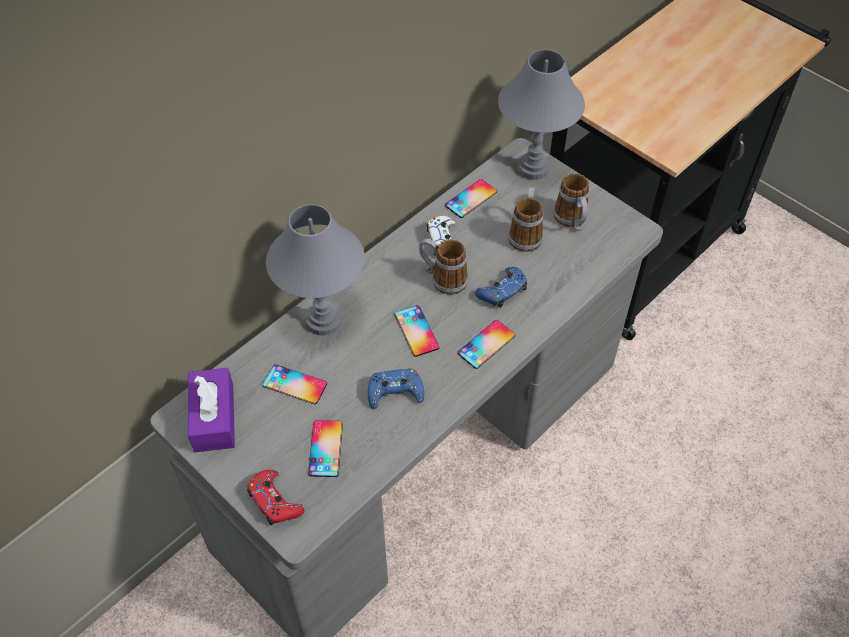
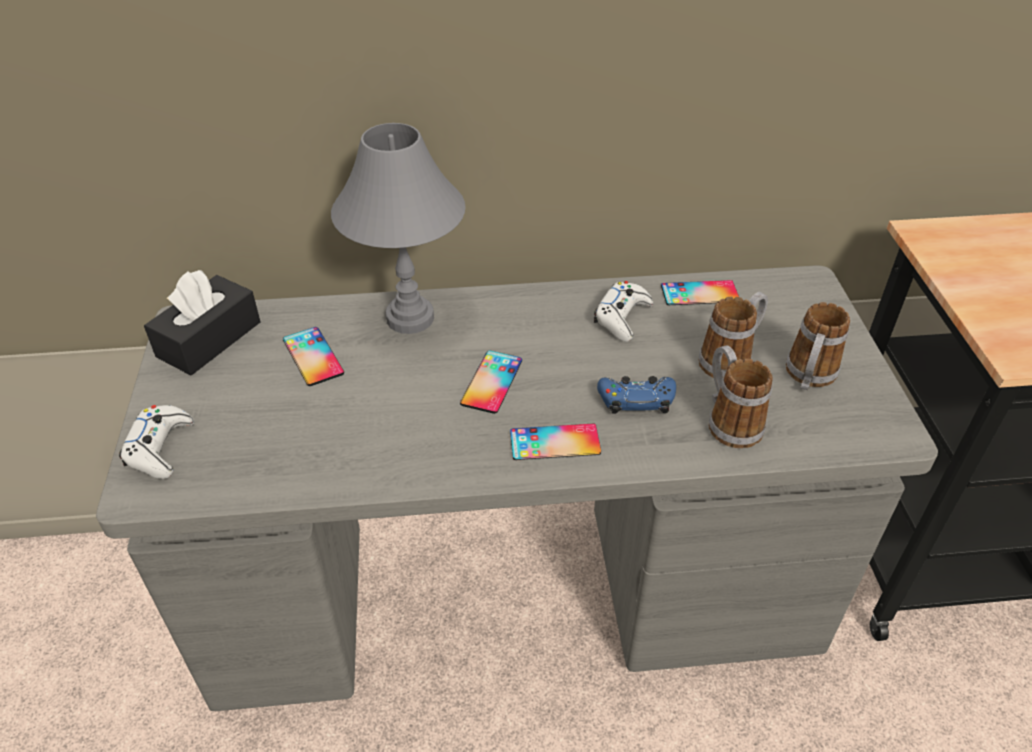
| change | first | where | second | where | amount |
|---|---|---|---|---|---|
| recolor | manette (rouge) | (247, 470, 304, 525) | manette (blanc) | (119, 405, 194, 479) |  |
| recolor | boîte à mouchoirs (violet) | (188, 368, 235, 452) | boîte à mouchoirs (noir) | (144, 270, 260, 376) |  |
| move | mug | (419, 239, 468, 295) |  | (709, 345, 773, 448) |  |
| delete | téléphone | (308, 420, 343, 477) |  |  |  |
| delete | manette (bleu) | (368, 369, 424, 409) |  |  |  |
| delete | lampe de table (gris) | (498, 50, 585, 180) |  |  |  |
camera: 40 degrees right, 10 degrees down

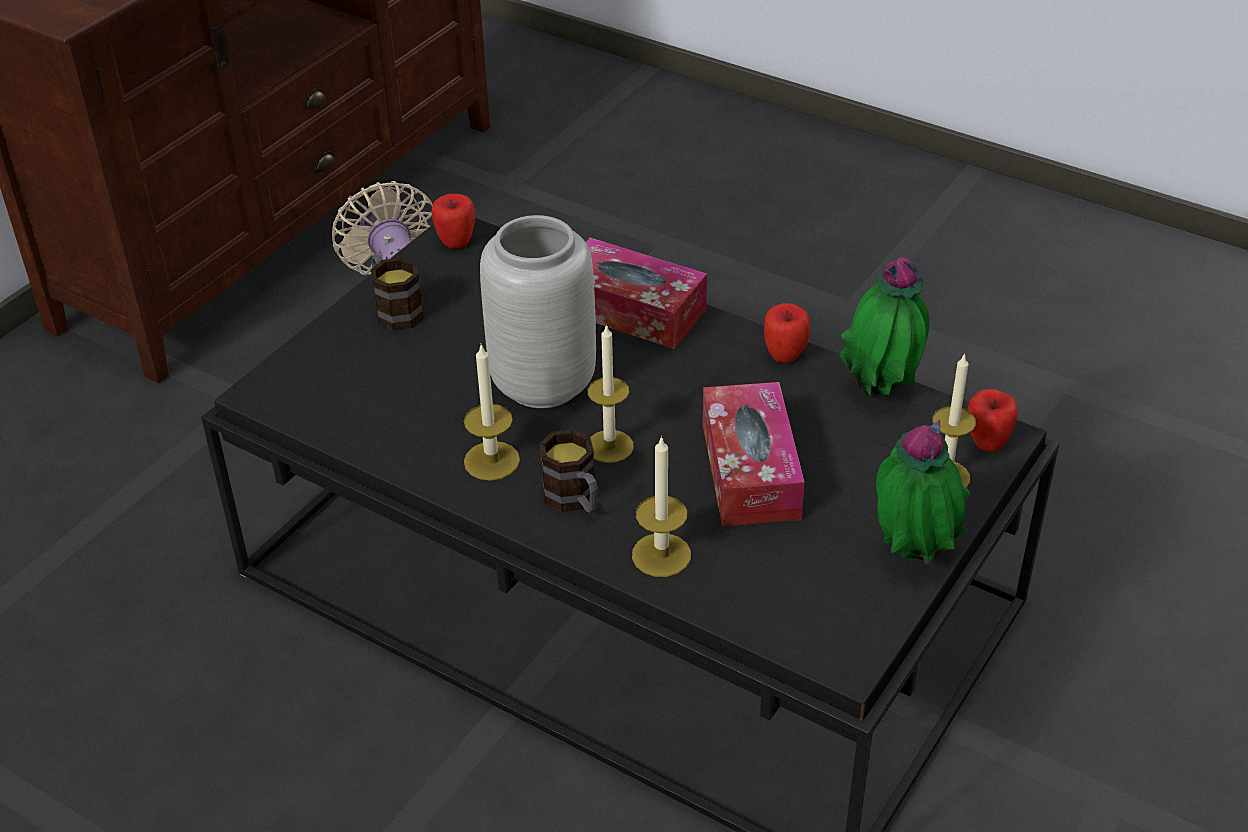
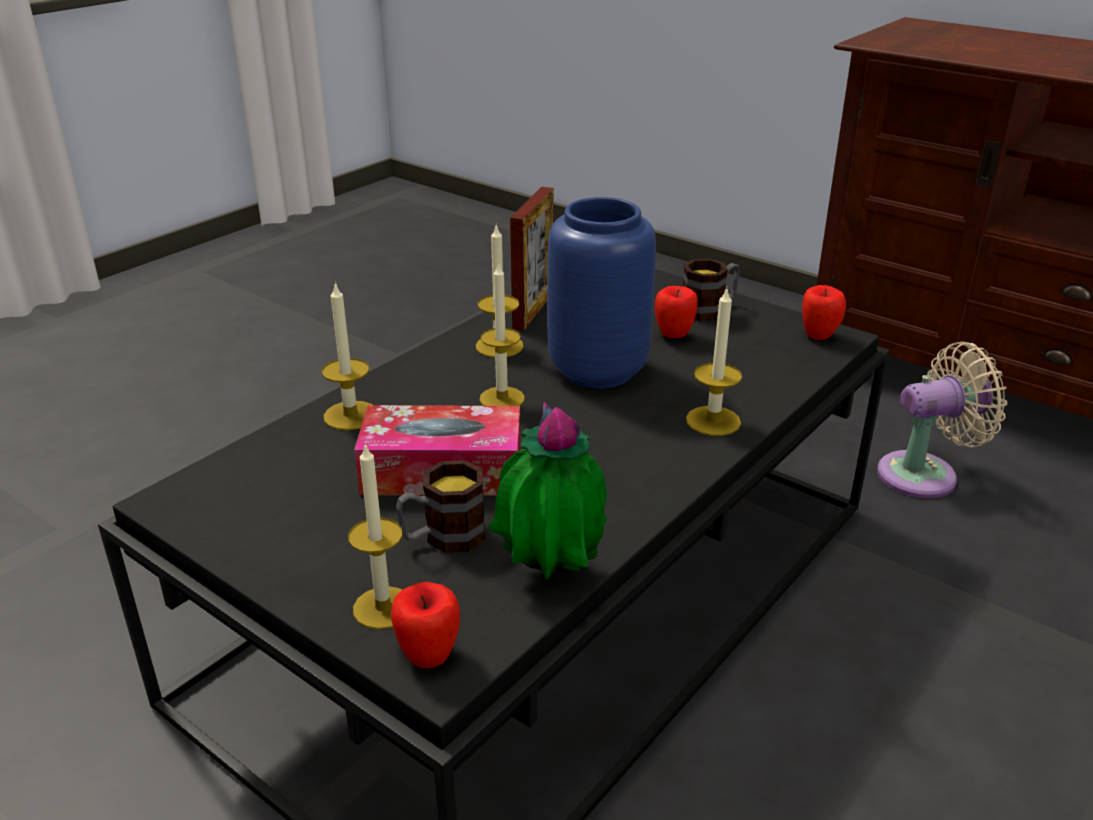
| change | first | where | second | where | amount |
|---|---|---|---|---|---|
| move | mug | (539, 429, 598, 513) |  | (396, 460, 485, 553) |  |
| insert |  |  | cadre photo | (510, 187, 553, 331) |  |
| recolor | vase (gris) | (480, 215, 596, 408) | vase (bleu) | (547, 197, 656, 388) |  |
| move | pomme | (764, 303, 810, 363) |  | (655, 286, 698, 338) |  |
| replace | boîte à mouchoirs | (586, 238, 707, 349) | bougie | (686, 287, 742, 436) |  |
| delete | plante en pot | (876, 420, 970, 564) |  |  |  |
camera: 95 degrees right, 10 degrees down

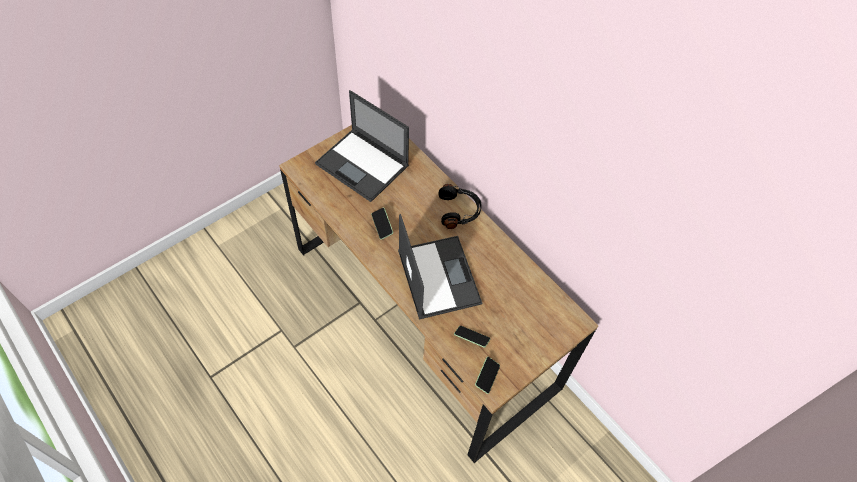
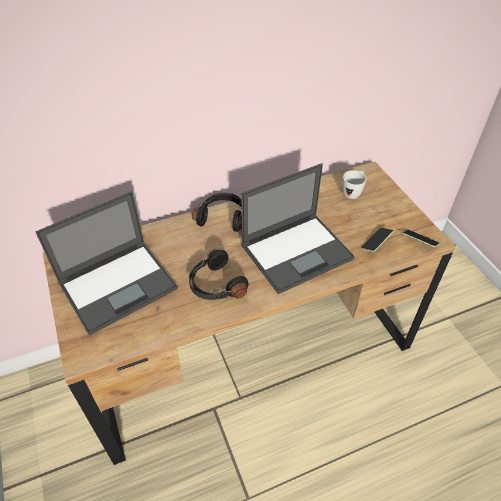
| change | first | where | second | where | amount |
|---|---|---|---|---|---|
| replace | téléphone | (371, 207, 393, 239) | casque audio (noir) | (189, 249, 248, 300) |  |
| rotate | ordinateur portable | (398, 214, 482, 320) |  | (241, 163, 355, 294) | 150 degrees clockwise |
| insert |  |  | mug (blanc) | (342, 170, 366, 199) |  |
camera: 70 degrees left, 10 degrees down

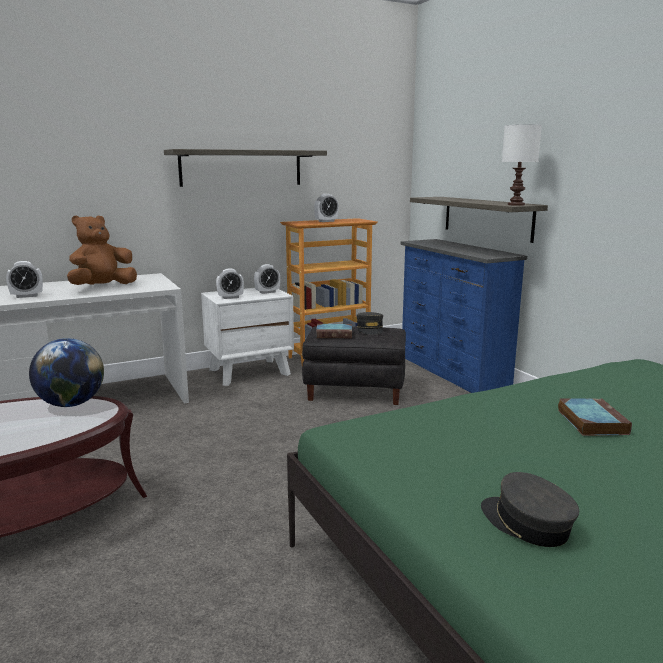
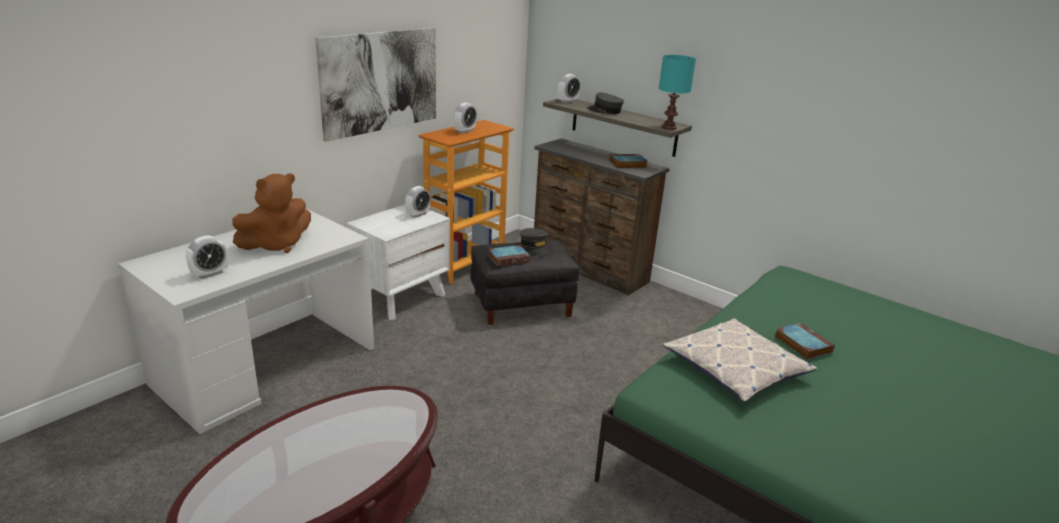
| change | first | where | second | where | amount |
|---|---|---|---|---|---|
| rotate | peluche (marron) | (67, 215, 137, 285) |  | (233, 173, 311, 253) | 150 degrees counterclockwise |
| replace | étagère | (164, 149, 327, 187) | tableau | (315, 28, 436, 142) |  |
| recolor | commode (bleu) | (401, 239, 527, 393) | commode (marron) | (534, 138, 670, 295) |  |
| move | réveil | (216, 268, 244, 299) |  | (558, 74, 580, 103) |  |
| move | casquette (gris) | (481, 472, 579, 547) |  | (586, 92, 624, 114) |  |
| insert |  |  | livre | (609, 154, 647, 168) |  |
| recolor | lampe de table (blanc) | (502, 124, 542, 206) | lampe de table (turquoise) | (659, 55, 696, 130) |  |
| insert |  |  | coussin | (663, 318, 817, 402) |  |
| delete | globe | (29, 338, 104, 407) |  |  |  |
camera: 25 degrees left, 10 degrees up

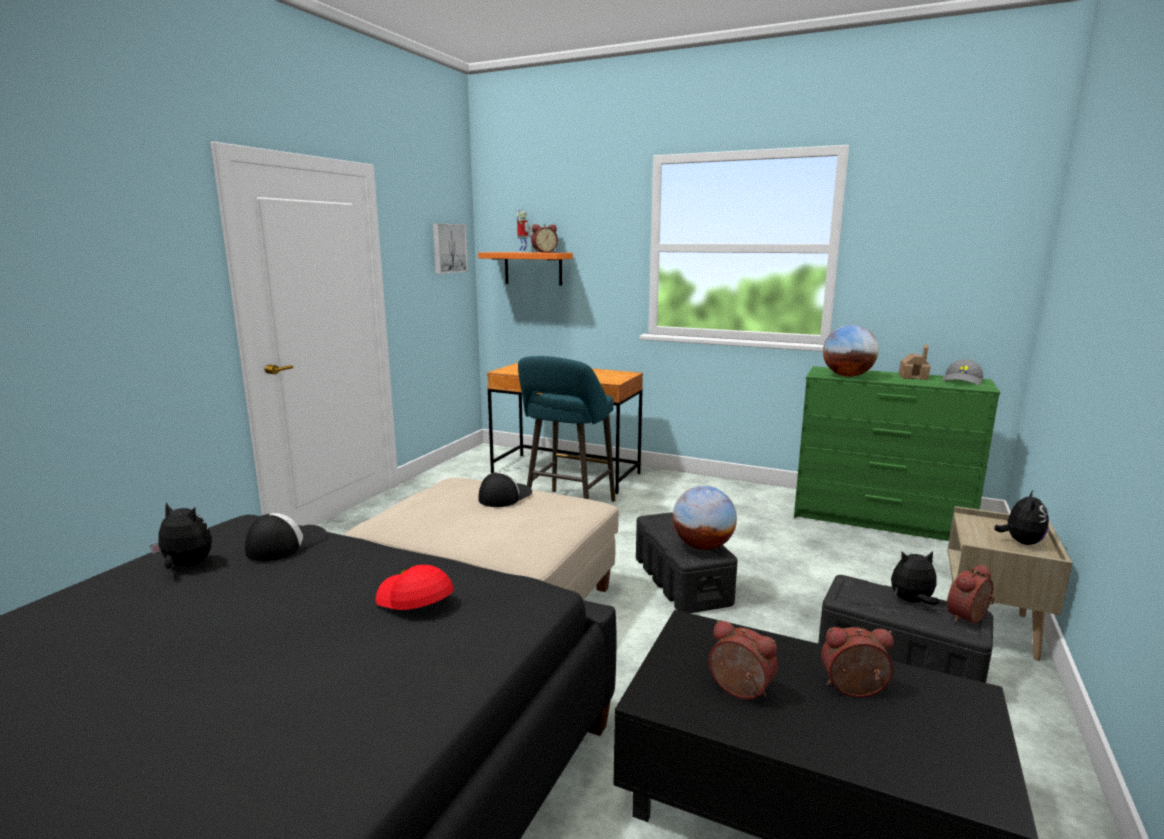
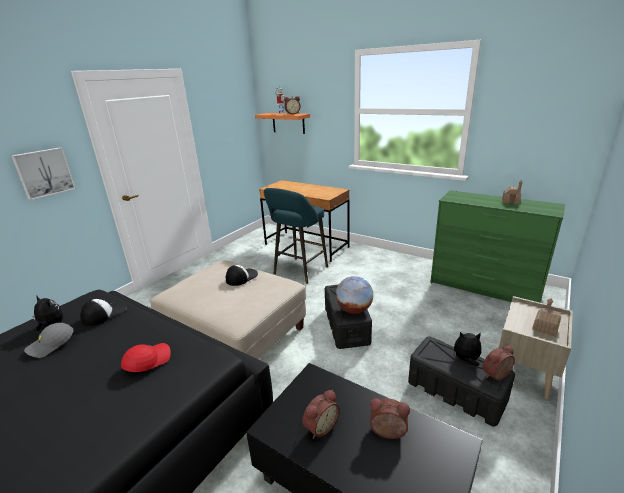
| change | first | where | second | where | amount |
|---|---|---|---|---|---|
| move | tableau | (433, 223, 468, 274) |  | (11, 147, 76, 200) |  |
| move | casquette (gris) | (942, 359, 983, 385) |  | (24, 323, 73, 358) |  |
| rotate | casquette (rouge) | (376, 565, 454, 610) |  | (121, 343, 171, 372) | 75 degrees clockwise |
| rotate | réveil | (709, 620, 778, 699) |  | (302, 390, 340, 439) | 90 degrees clockwise |
| replace | peluche | (994, 489, 1049, 545) | maison miniature | (532, 298, 561, 337) |  |
| delete | globe | (823, 325, 879, 377) |  |  |  |
camera: 10 degrees right, 10 degrees up

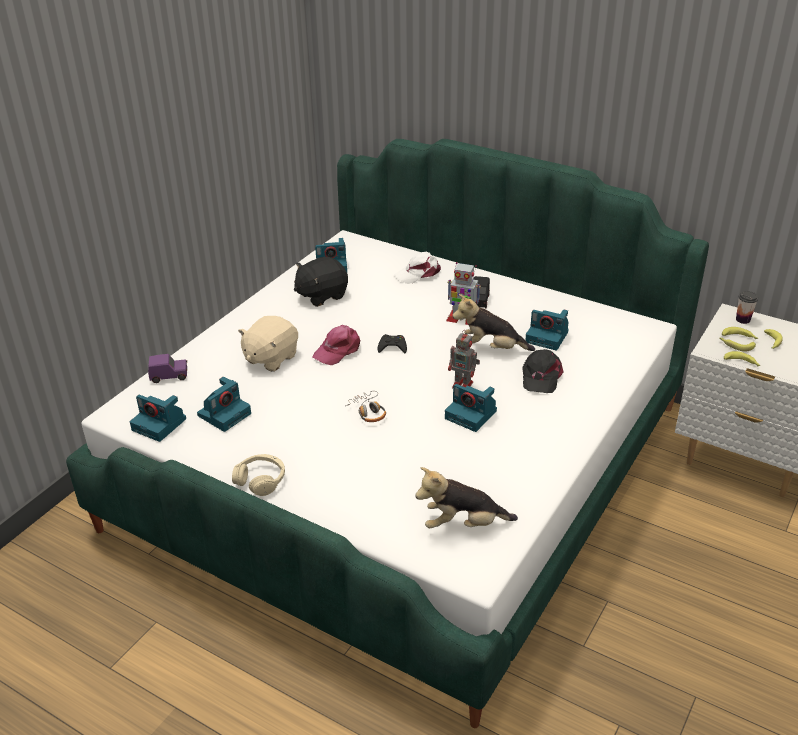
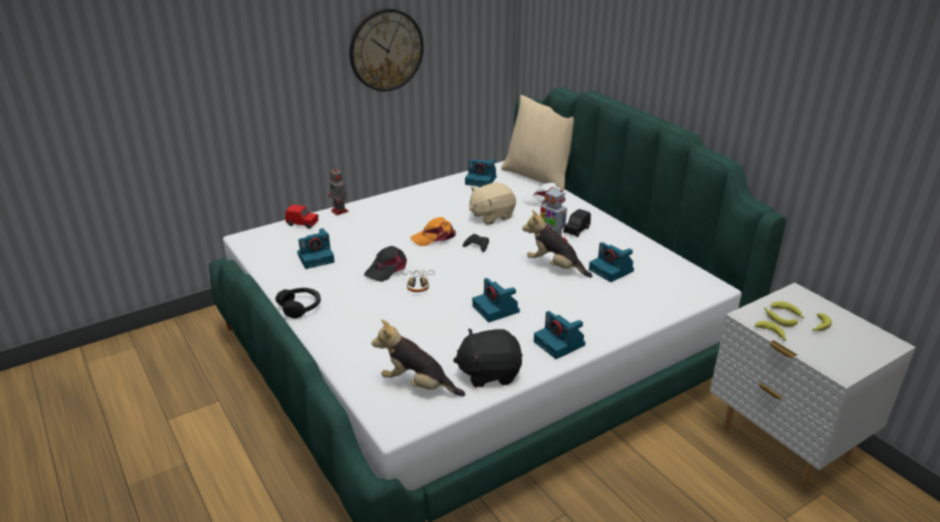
| change | first | where | second | where | amount |
|---|---|---|---|---|---|
| recolor | casque audio (beige) | (232, 454, 285, 496) | casque audio (noir) | (276, 288, 321, 318) |  |
| recolor | petite voiture (violet) | (148, 354, 187, 383) | petite voiture (rouge) | (285, 205, 319, 229) |  |
| move | robot jouet | (448, 330, 480, 388) |  | (328, 166, 348, 215) |  |
| insert |  |  | horloge murale | (349, 9, 424, 91) |  |
| move | casquette (noir) | (522, 349, 564, 393) |  | (364, 246, 407, 282) |  |
| recolor | casquette (rose) | (313, 325, 360, 365) | casquette (orange) | (410, 217, 456, 246) |  |
| move | peluche (noir) | (294, 257, 348, 307) |  | (453, 329, 523, 387) |  |
| move | peluche (beige) | (238, 316, 298, 372) |  | (469, 183, 516, 225) |  |
| insert |  |  | coussin (beige) | (501, 95, 574, 192) |  |
| move | appareil photo | (130, 395, 186, 442) |  | (534, 311, 585, 359) |  |
| delete | tasse | (736, 291, 758, 324) |  |  |  |
camera: 25 degrees right, 5 degrees down

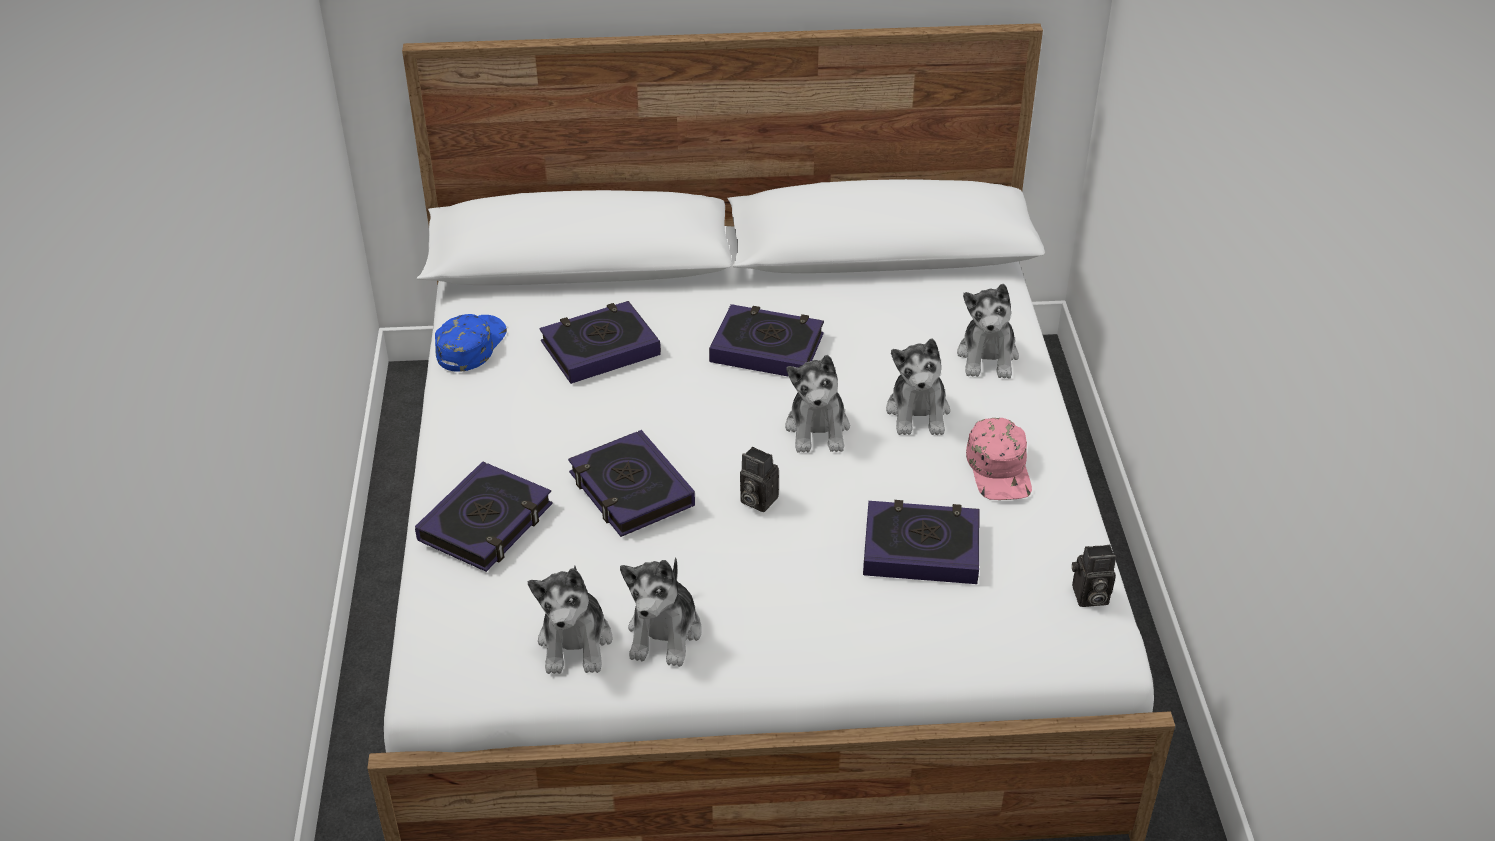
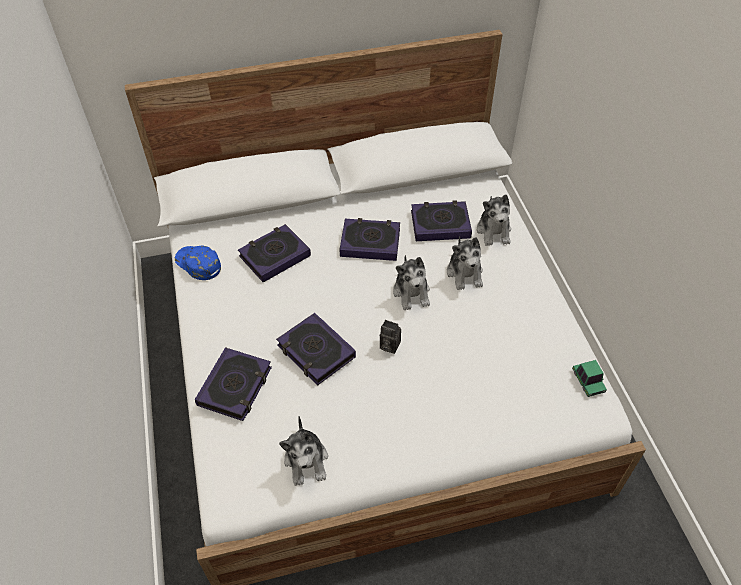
| change | first | where | second | where | amount |
|---|---|---|---|---|---|
| rotate | casquette (bleu) | (435, 314, 507, 372) |  | (175, 246, 221, 280) | 60 degrees counterclockwise |
| move | livre | (863, 500, 979, 584) |  | (411, 200, 472, 241) |  |
| replace | appareil photo | (1072, 545, 1116, 607) | petite voiture | (572, 360, 607, 397) |  |
| delete | peluche | (620, 557, 702, 667) |  |  |  |
| delete | casquette (rose) | (966, 418, 1032, 500) |  |  |  |
camera: 10 degrees left, 10 degrees up

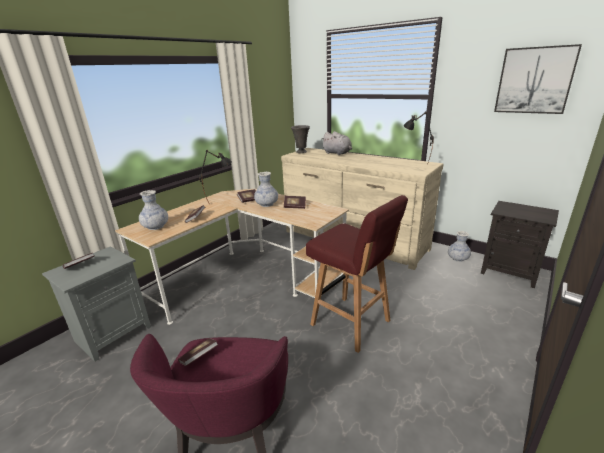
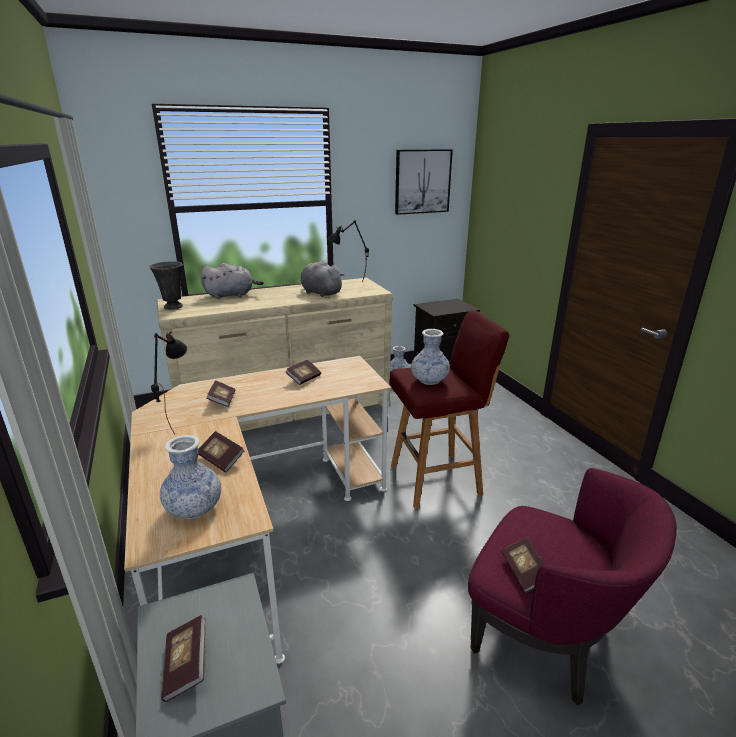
| change | first | where | second | where | amount |
|---|---|---|---|---|---|
| insert |  |  | peluche (gris) | (300, 261, 345, 297) |  |
| move | vase | (254, 172, 278, 207) |  | (411, 329, 450, 385) |  |
camera: 60 degrees left, 0 degrees up

